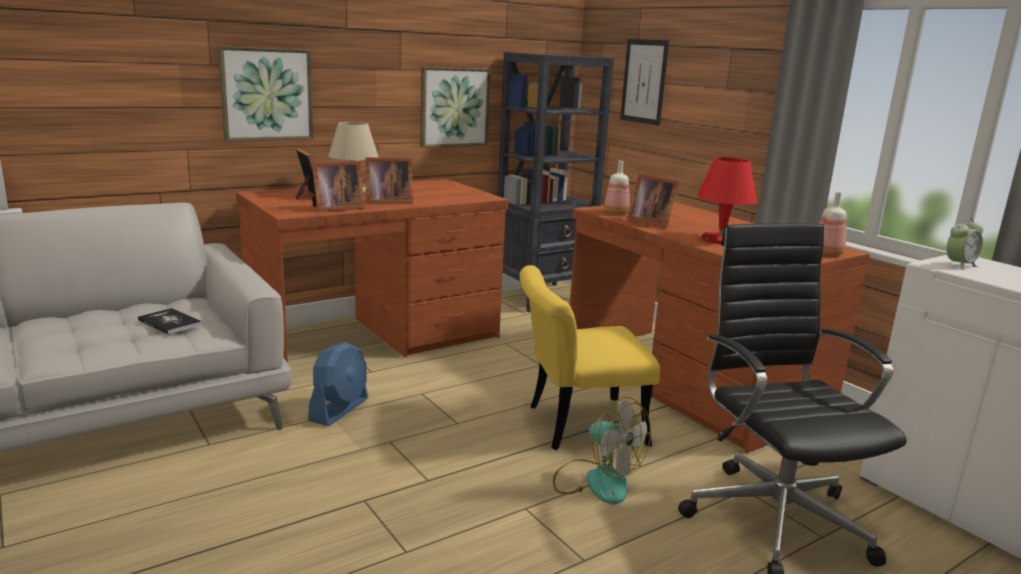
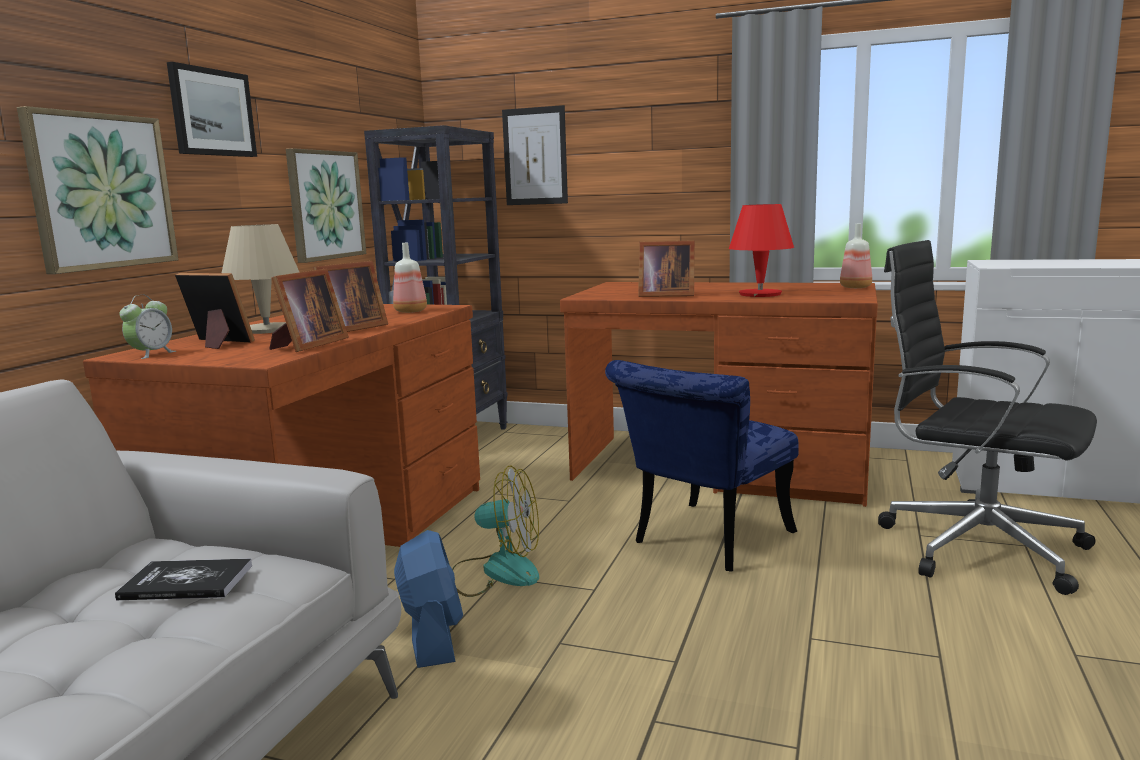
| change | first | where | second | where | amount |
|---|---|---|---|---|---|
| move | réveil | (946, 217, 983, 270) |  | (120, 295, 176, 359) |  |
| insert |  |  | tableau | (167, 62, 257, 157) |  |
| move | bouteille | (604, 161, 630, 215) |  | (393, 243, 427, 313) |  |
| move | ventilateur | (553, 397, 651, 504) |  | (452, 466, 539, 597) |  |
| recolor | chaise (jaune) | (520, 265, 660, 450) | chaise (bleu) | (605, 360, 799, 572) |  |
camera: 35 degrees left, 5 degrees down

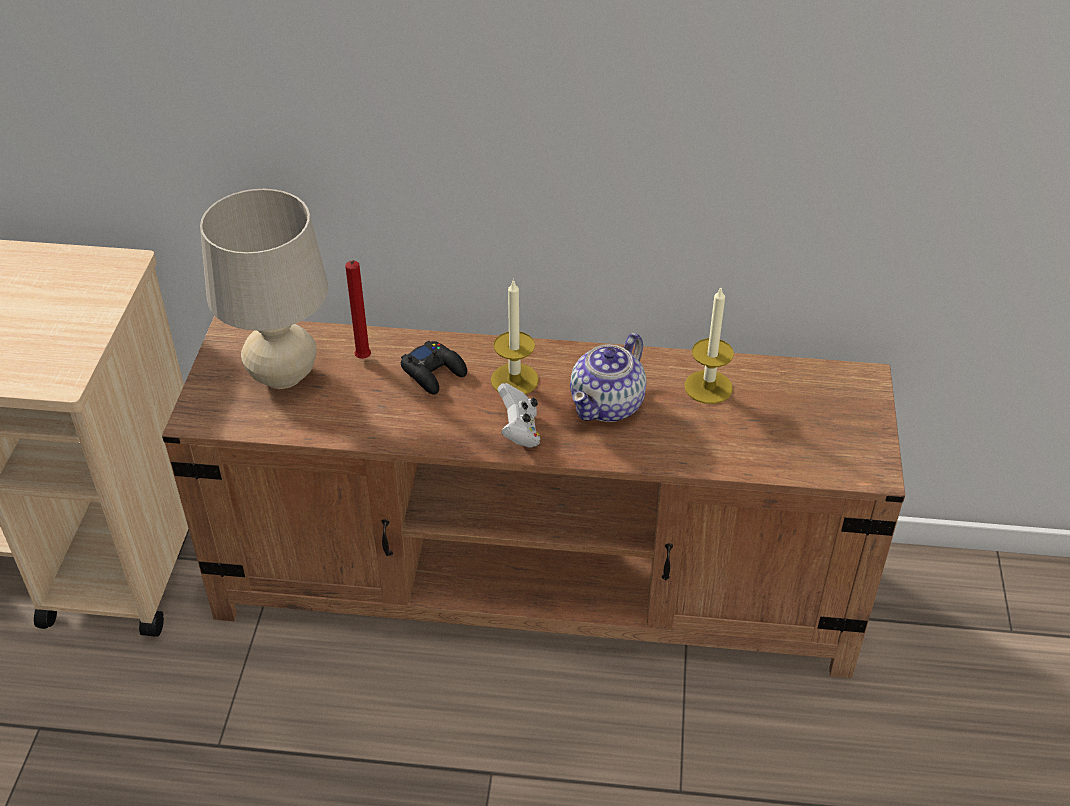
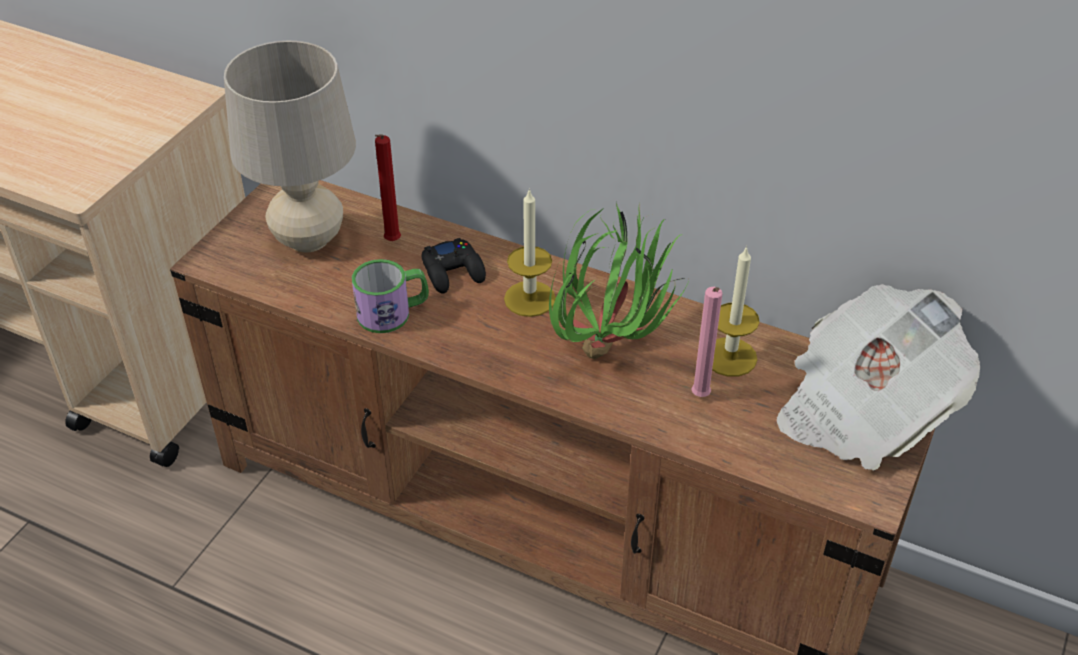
| change | first | where | second | where | amount |
|---|---|---|---|---|---|
| insert |  |  | mug | (352, 259, 429, 333) |  |
| replace | théière | (570, 333, 646, 422) | plante en pot | (549, 202, 688, 359) |  |
| insert |  |  | bougie (rose) | (691, 287, 723, 397) |  |
| insert |  |  | journal | (776, 284, 980, 471) |  |
| delete | manette (blanc) | (497, 383, 540, 448) |  |  |  |
camera: 20 degrees right, 0 degrees up

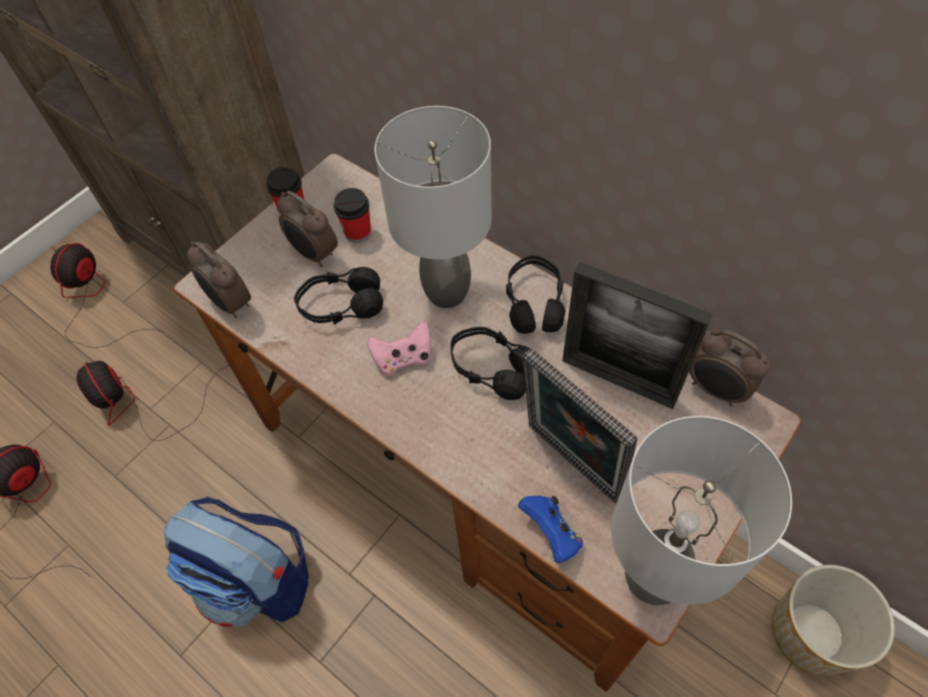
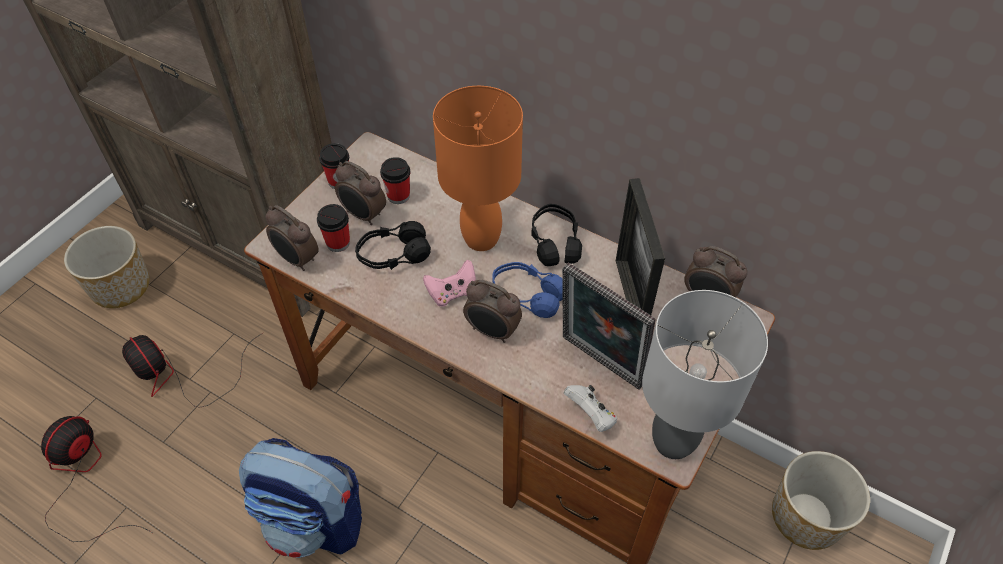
| change | first | where | second | where | amount |
|---|---|---|---|---|---|
| replace | ventilateur | (50, 243, 162, 348) | cache-pot | (64, 226, 150, 308) |  |
| insert |  |  | tasse | (317, 204, 350, 252) |  |
| recolor | lampe de table (gris) | (375, 106, 492, 308) | lampe de table (orange) | (433, 86, 523, 251) |  |
| insert |  |  | réveil | (463, 280, 522, 343) |  |
| recolor | casque audio (noir) | (450, 327, 530, 400) | casque audio (bleu) | (492, 262, 563, 318) |  |
| recolor | manette (bleu) | (518, 496, 583, 563) | manette (blanc) | (564, 385, 617, 432) |  |
| rotate | cadre photo | (562, 262, 713, 409) |  | (616, 178, 665, 315) | 60 degrees clockwise |
camera: 10 degrees left, 5 degrees down

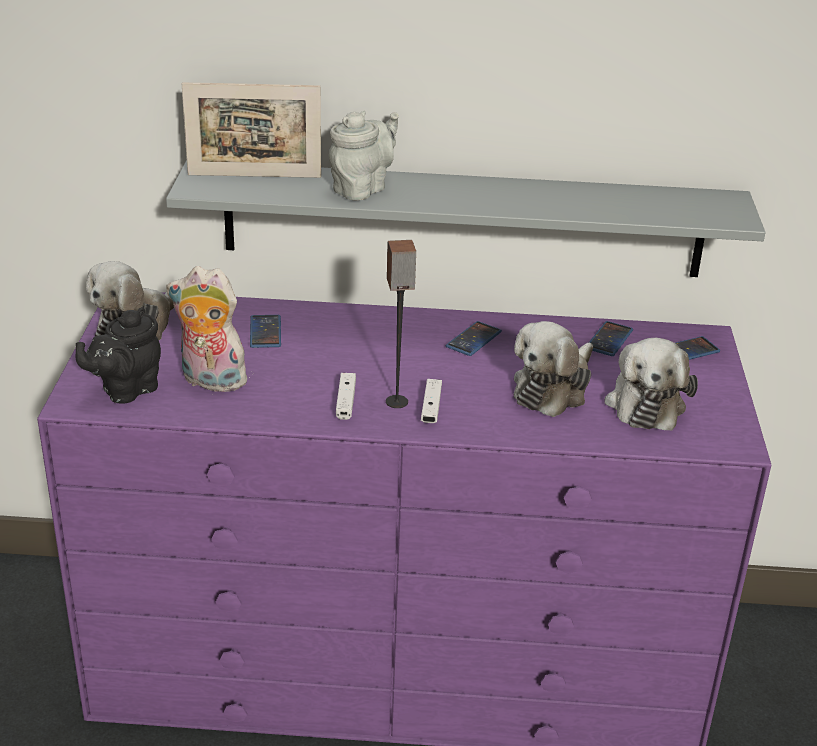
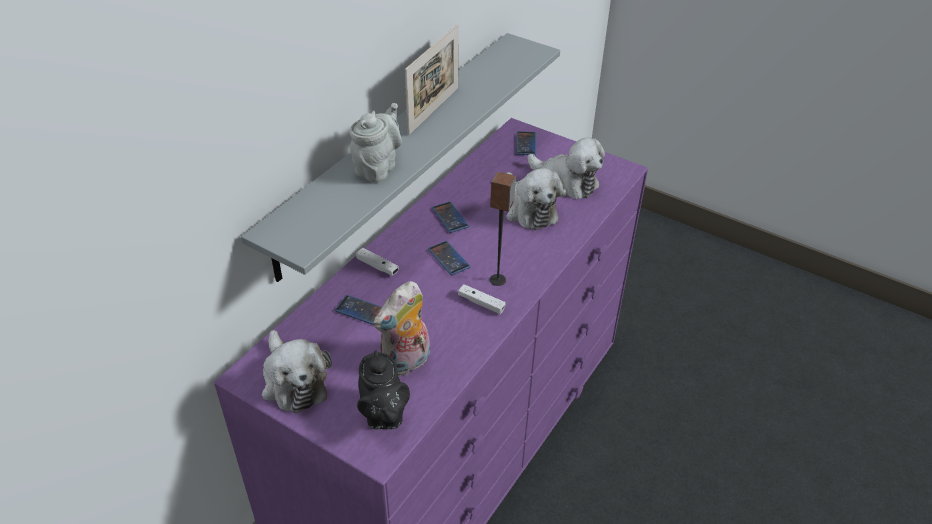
| change | first | where | second | where | amount |
|---|---|---|---|---|---|
| rotate | théière (gris) | (329, 111, 399, 200) |  | (350, 103, 402, 182) | 45 degrees clockwise |
| move | manette (blanc) | (421, 379, 442, 423) |  | (356, 248, 399, 276) |  |
| move | cadre photo | (181, 82, 321, 178) |  | (405, 24, 459, 135) |  |
| move | téléphone | (588, 321, 633, 356) |  | (428, 241, 471, 275) |  |
camera: 60 degrees left, 10 degrees up

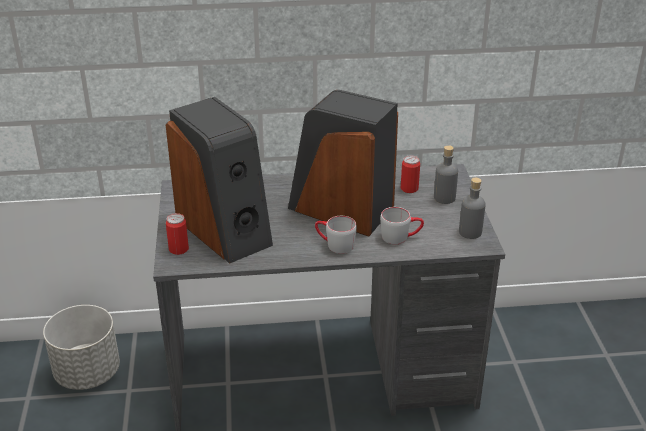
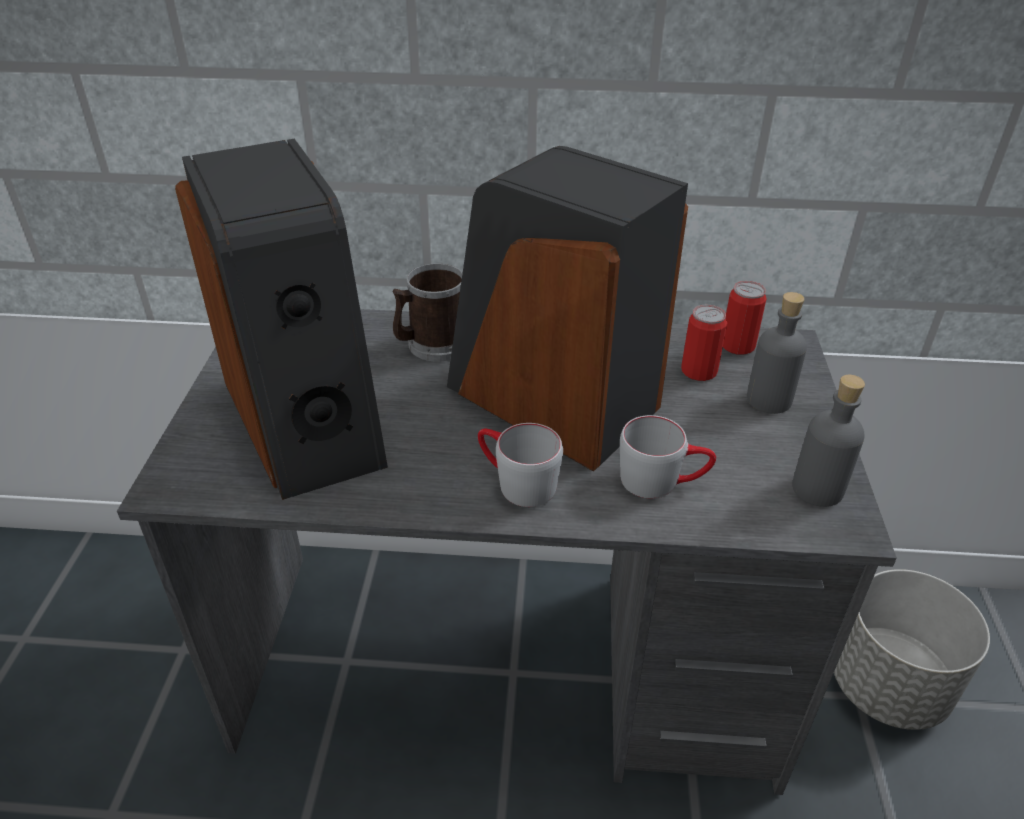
| change | first | where | second | where | amount |
|---|---|---|---|---|---|
| insert |  |  | mug | (392, 264, 463, 362) |  |
| move | boîte métallique | (166, 213, 189, 255) |  | (723, 281, 767, 355) |  |
| move | cache-pot (gris) | (43, 305, 120, 390) |  | (834, 569, 990, 730) |  |
camera: 10 degrees right, 5 degrees up

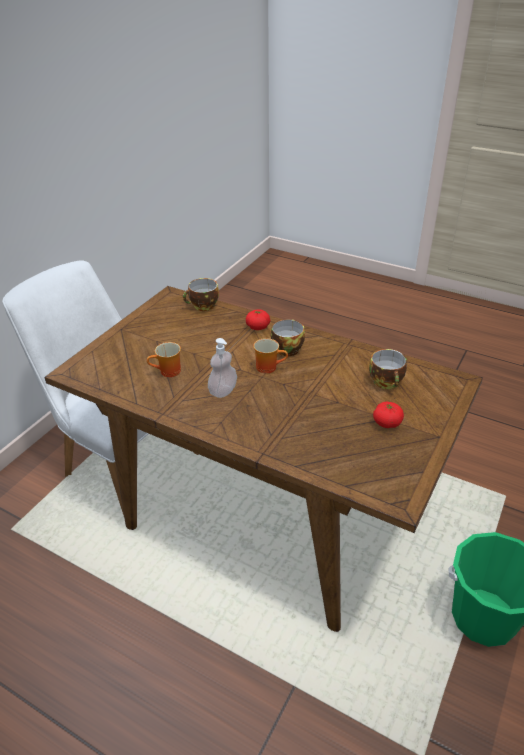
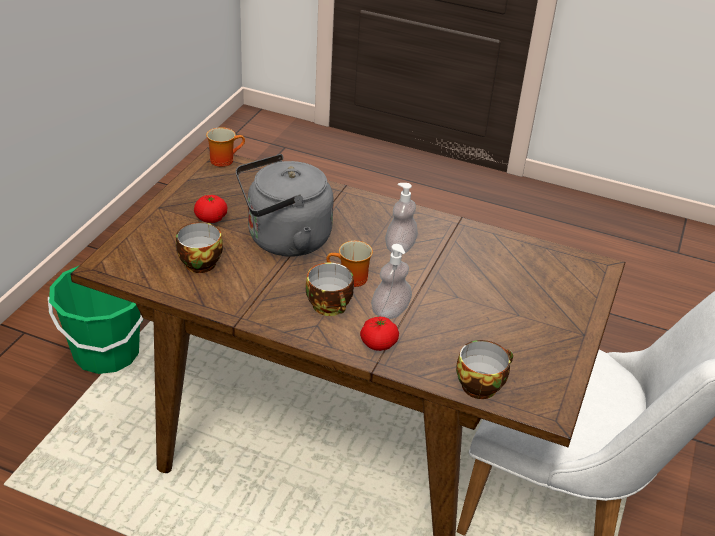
| change | first | where | second | where | amount |
|---|---|---|---|---|---|
| move | mug | (147, 342, 181, 377) |  | (206, 127, 245, 167) |  |
| insert |  |  | bouilloire (gris) | (236, 154, 334, 257) |  |
| insert |  |  | distributeur de savon | (371, 244, 412, 319) |  |
camera: 170 degrees right, 0 degrees up

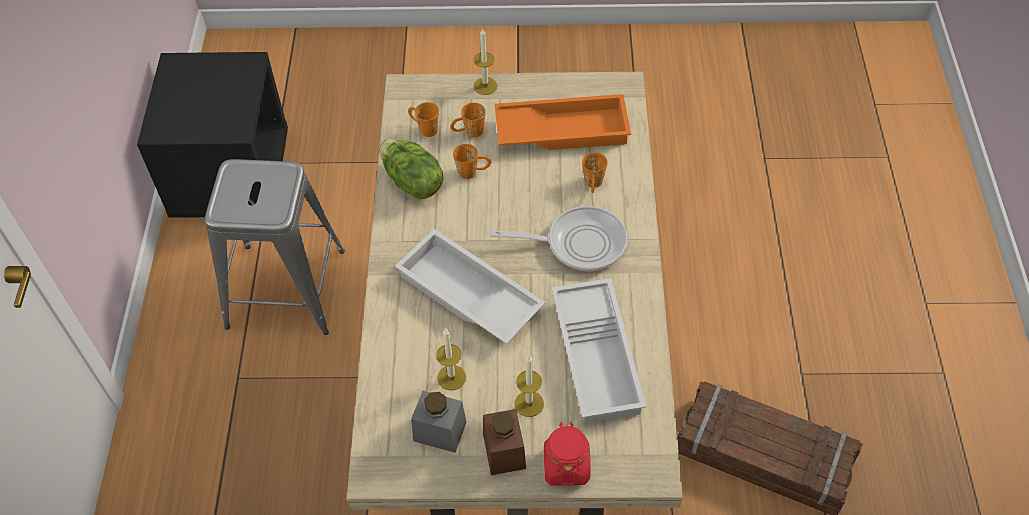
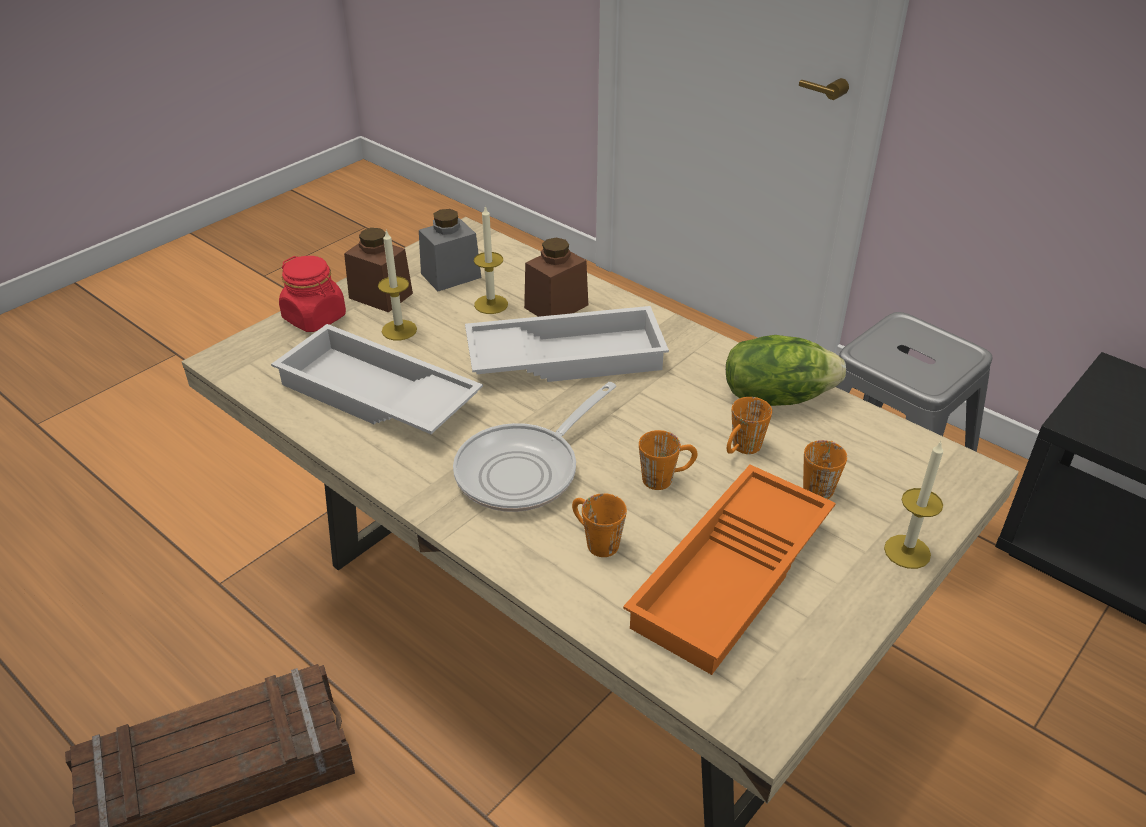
| change | first | where | second | where | amount |
|---|---|---|---|---|---|
| insert |  |  | bocal (marron) | (524, 238, 588, 317) |  |
| move | mug (orange) | (408, 102, 439, 137) |  | (639, 430, 697, 490) |  |
camera: 130 degrees right, 15 degrees down

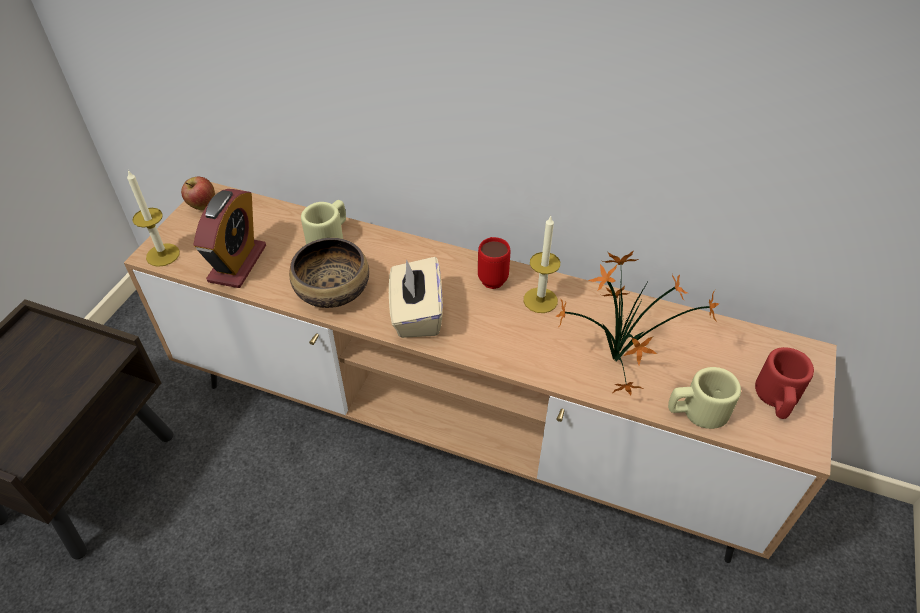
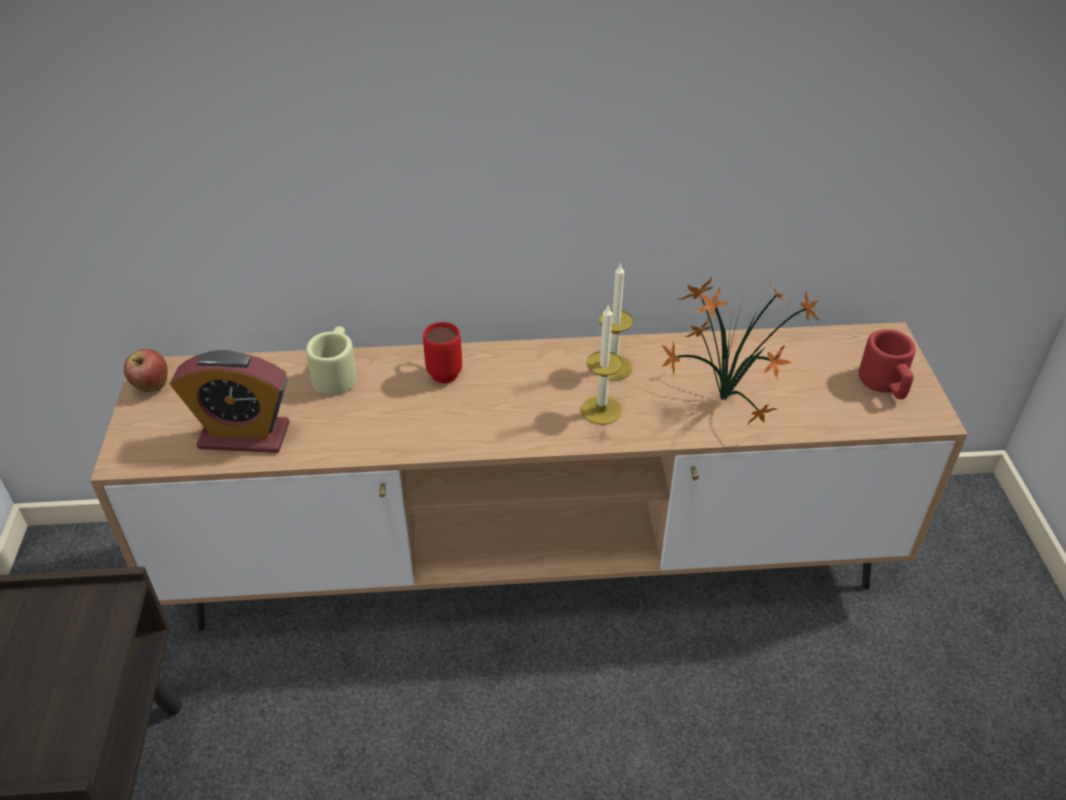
| change | first | where | second | where | amount |
|---|---|---|---|---|---|
| rotate | réveil | (193, 189, 266, 288) |  | (170, 350, 290, 453) | 105 degrees clockwise |
| move | mug (rouge) | (478, 237, 510, 289) |  | (423, 322, 462, 383) |  |
| move | bougie | (127, 170, 180, 267) |  | (581, 304, 623, 425) |  |
| delete | bol | (289, 238, 369, 308) |  |  |  |
| delete | boîte à mouchoirs (beige) | (389, 257, 443, 338) |  |  |  |
| delete | mug (beige) | (668, 367, 741, 429) |  |  |  |
camera: 25 degrees left, 5 degrees down

